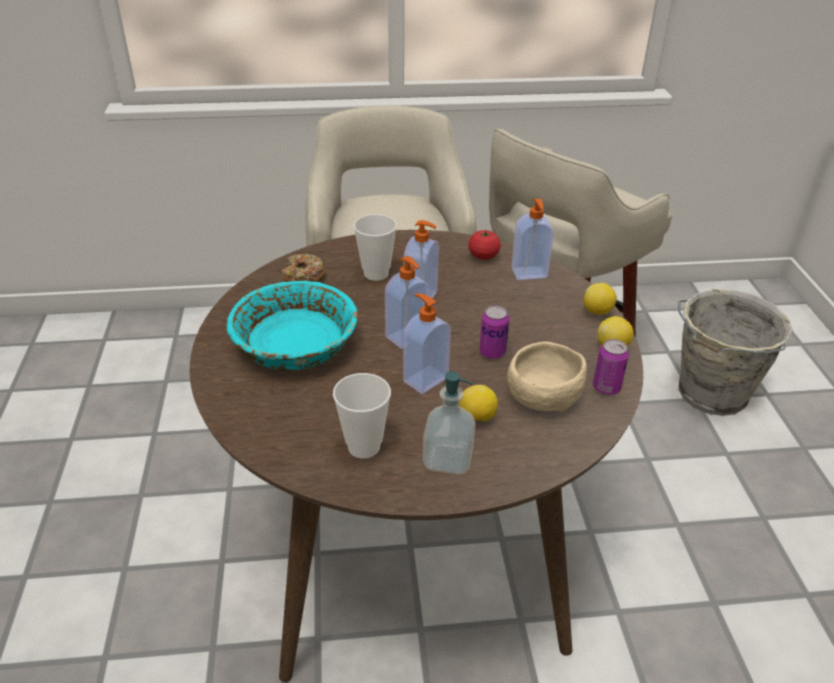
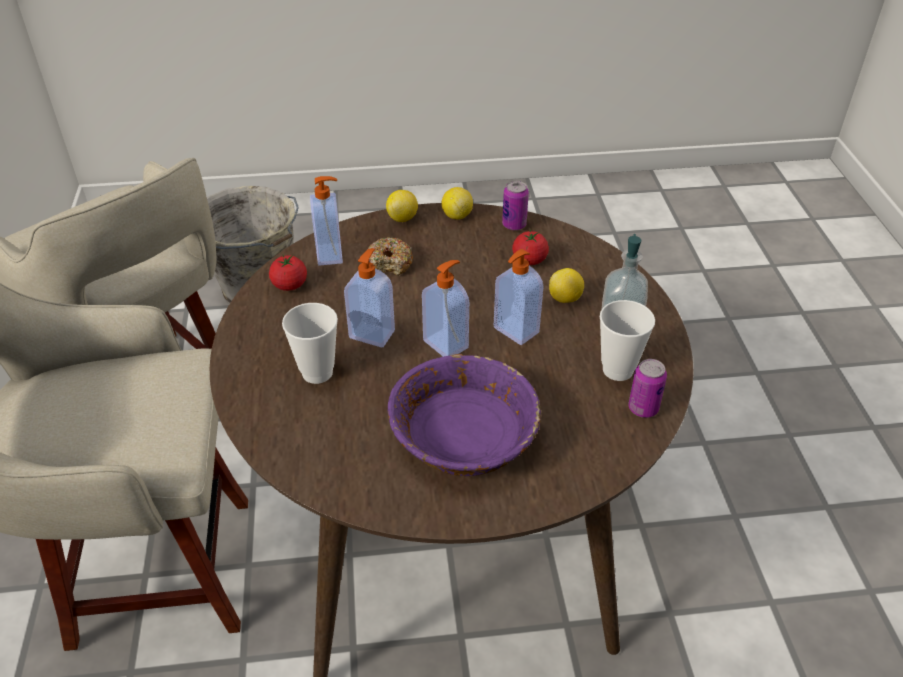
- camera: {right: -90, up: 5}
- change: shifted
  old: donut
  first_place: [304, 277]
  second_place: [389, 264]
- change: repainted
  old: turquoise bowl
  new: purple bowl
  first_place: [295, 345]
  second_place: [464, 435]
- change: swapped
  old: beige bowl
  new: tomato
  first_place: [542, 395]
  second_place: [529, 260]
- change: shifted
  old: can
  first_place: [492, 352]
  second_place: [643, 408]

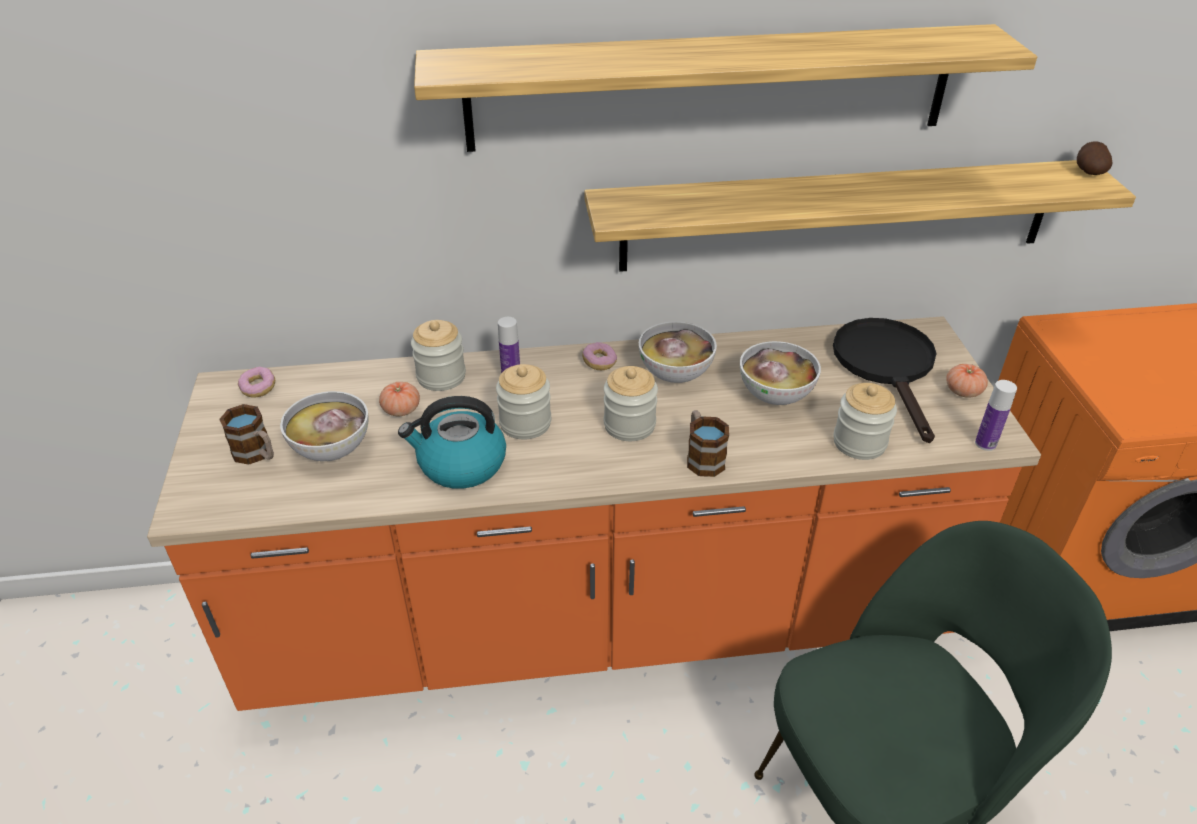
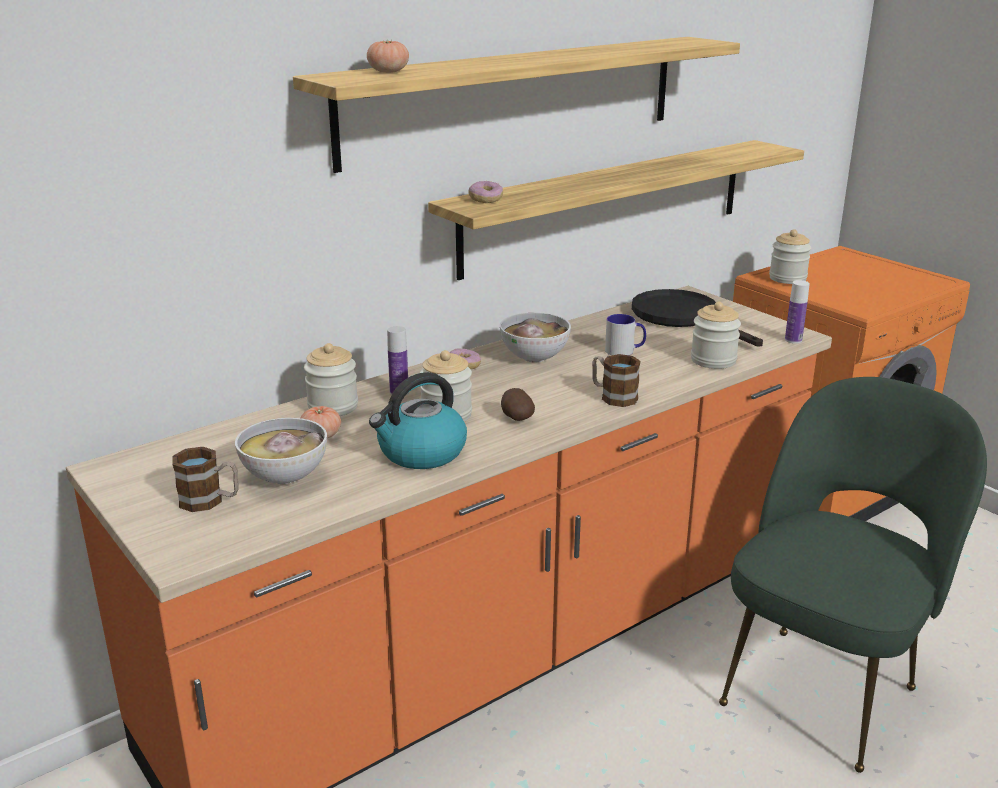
- camera: {right: -30, up: -15}
- change: shifted
  old: tomato
  first_place: [963, 391]
  second_place: [388, 71]
- change: shifted
  old: donut
  first_place: [258, 388]
  second_place: [485, 200]
- change: shifted
  old: potato
  first_place: [1088, 172]
  second_place: [516, 417]
- change: swapped
  old: bowl
  new: mug
  first_place: [776, 395]
  second_place: [625, 351]
- change: shifted
  old: jar
  first_place: [629, 425]
  second_place: [787, 278]

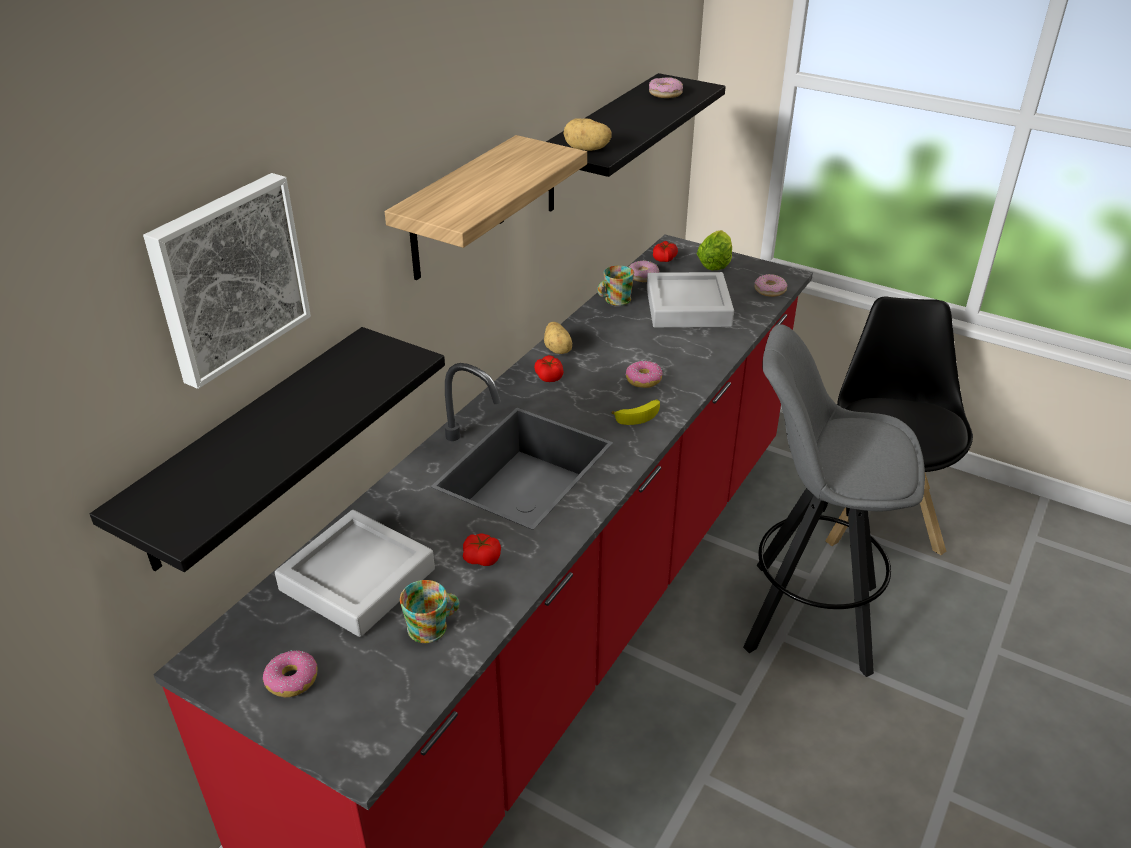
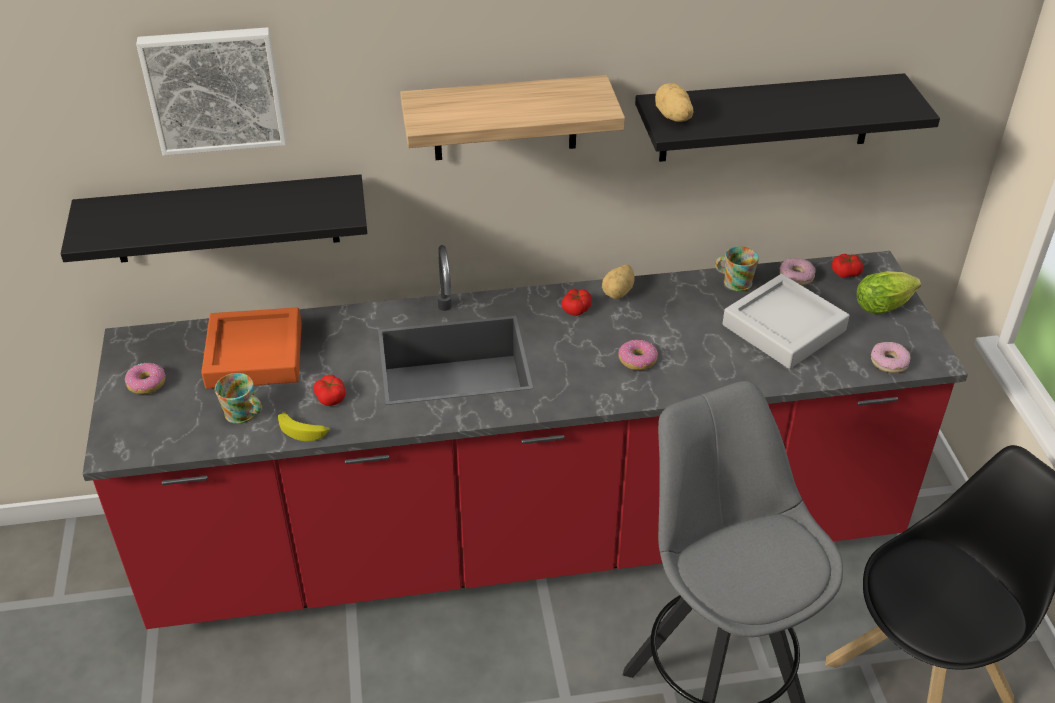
- camera: {right: 50, up: 5}
- change: repainted
  old: grey tray
  new: orange tray
  first_place: [357, 579]
  second_place: [254, 355]
- change: shifted
  old: banana
  first_place: [638, 415]
  second_place: [304, 430]
- change: gone
  old: donut
  first_place: [665, 93]

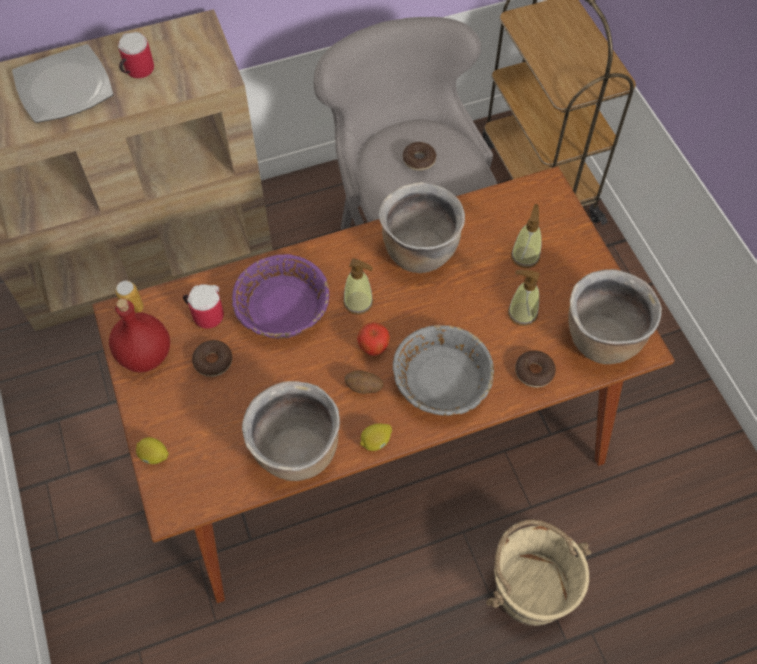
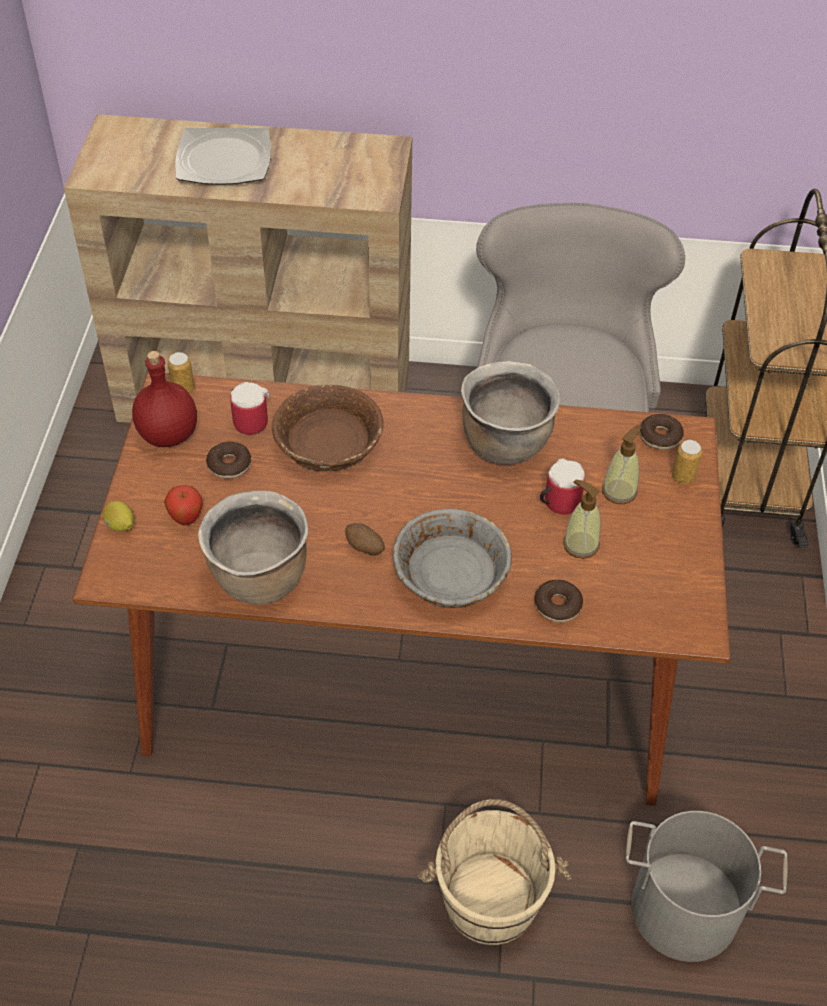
- camera: {right: 25, up: -10}
- change: shifted
  old: apple
  first_place: [373, 348]
  second_place: [186, 519]
- change: repainted
  old: purple bowl
  new: brown bowl
  first_place: [283, 308]
  second_place: [328, 444]
- change: shifted
  old: mug
  first_place: [136, 71]
  second_place: [557, 502]
- change: new
  new: grey bucket
  second_place: [684, 911]
- change: shifted
  old: donut
  first_place: [419, 160]
  second_place: [660, 437]
- change: new
  new: can
  second_place: [683, 477]
- change: gone
  old: soap dispenser
  first_place: [358, 302]
- change: gone
  old: lemon
  first_place: [376, 442]
- change: gone
  old: brown cooking pot
  first_place: [601, 339]

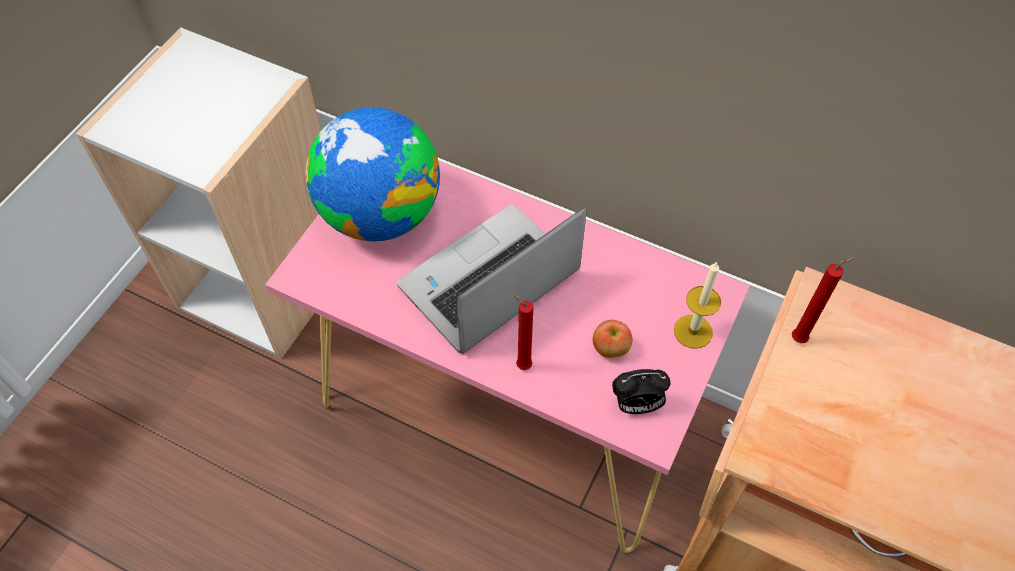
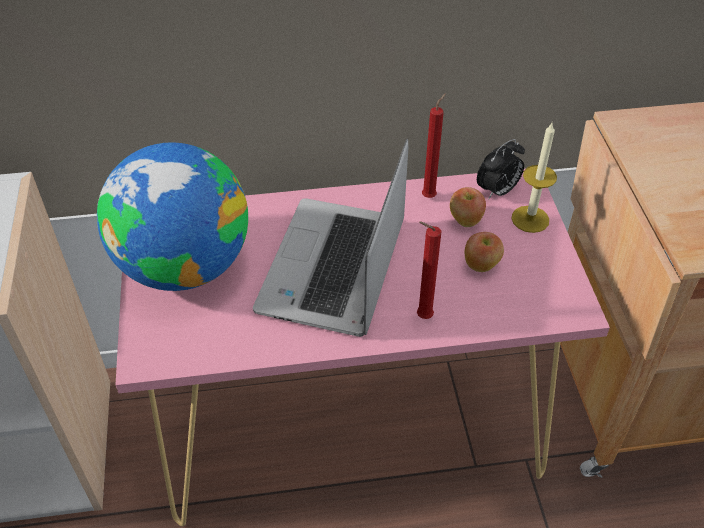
- camera: {right: -35, up: -10}
- change: shifted
  old: red candle
  first_place: [801, 338]
  second_place: [430, 196]
- change: new
  new: apple
  second_place: [465, 220]
- change: shifted
  old: alarm clock
  first_place: [636, 405]
  second_place: [497, 191]

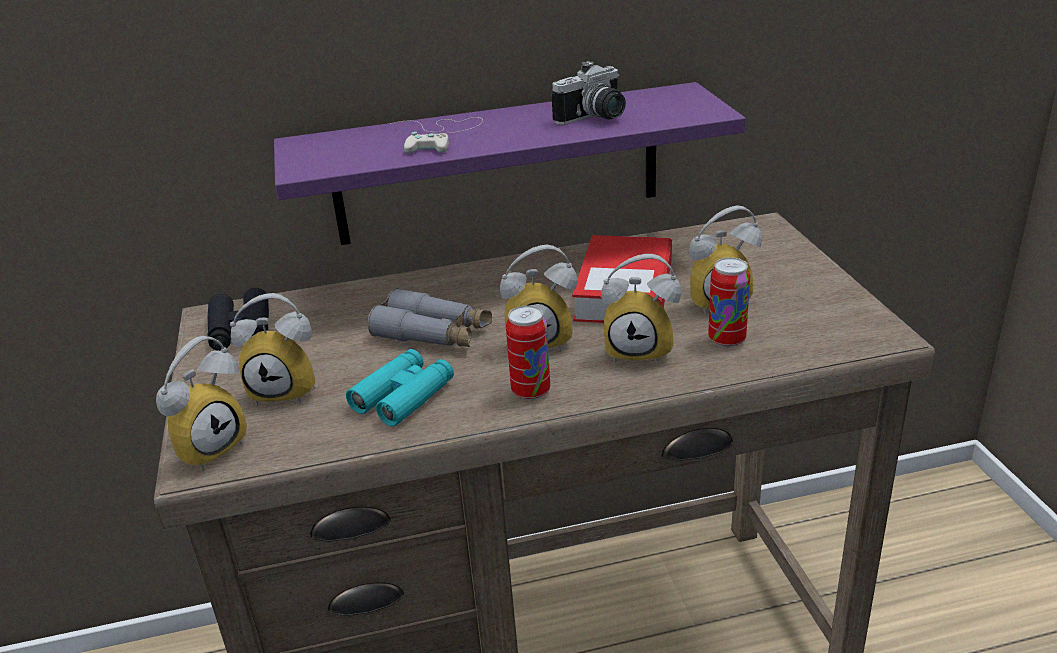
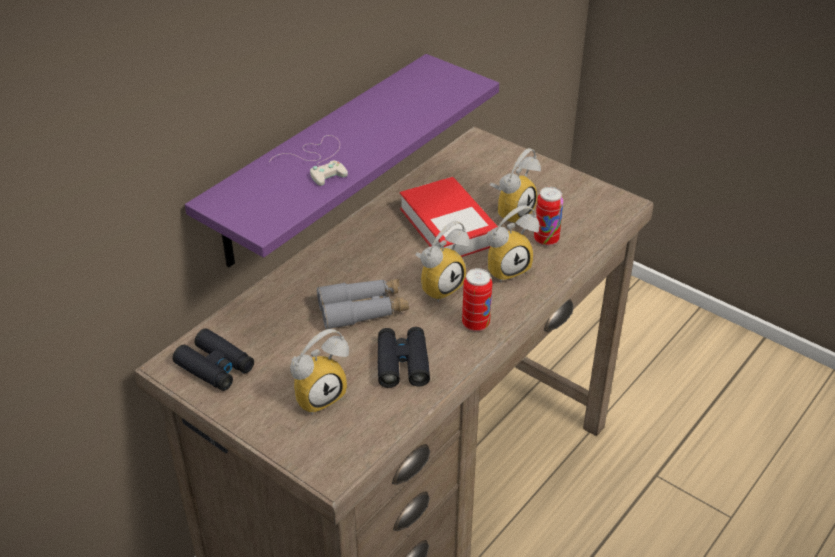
- camera: {right: -40, up: 10}
- change: repainted
  old: turquoise binoculars
  new: black binoculars
  first_place: [403, 396]
  second_place: [402, 363]
- change: gone
  old: alarm clock
  first_place: [209, 446]
- change: gone
  old: photo camera
  first_place: [596, 118]

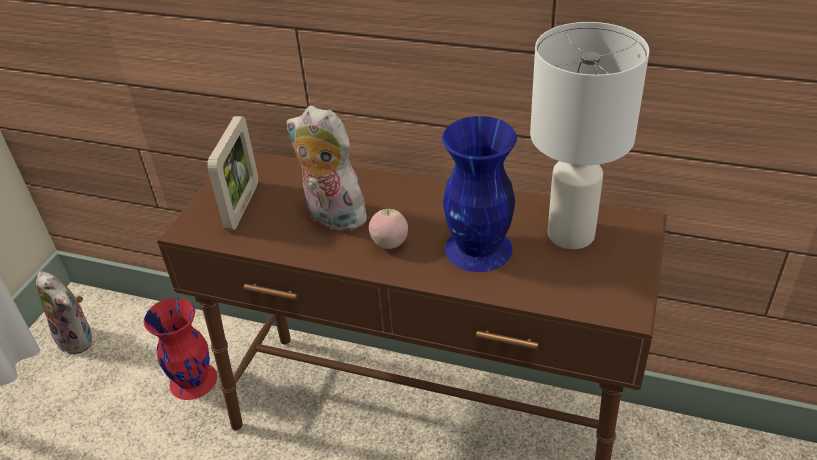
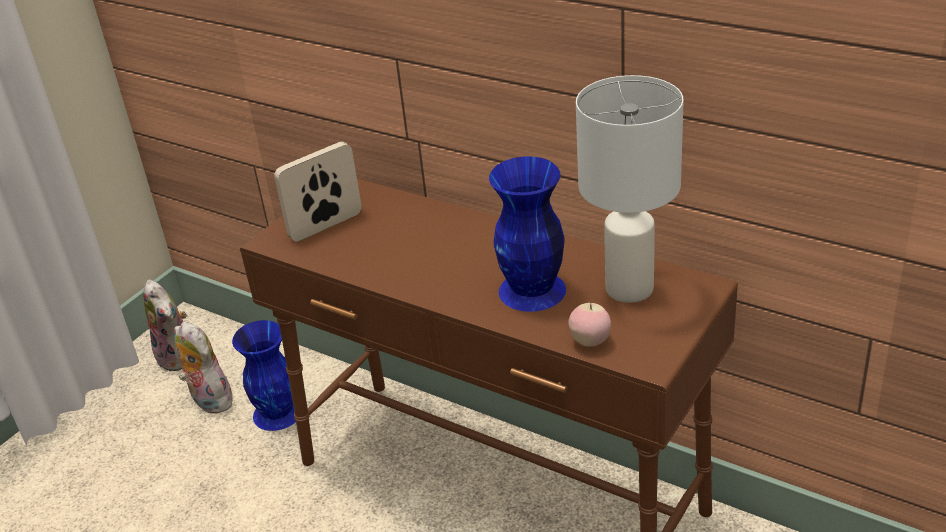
- camera: {right: 15, up: -5}
- change: shifted
  old: plush toy
  first_place: [331, 217]
  second_place: [208, 400]
- change: repainted
  old: red vase
  new: blue vase
  first_place: [193, 379]
  second_place: [278, 412]
- change: rotated
  old: picture frame
  first_place: [242, 206]
  second_place: [326, 226]
  degrees: -150
- change: shifted
  old: apple
  first_place: [390, 244]
  second_place: [590, 342]

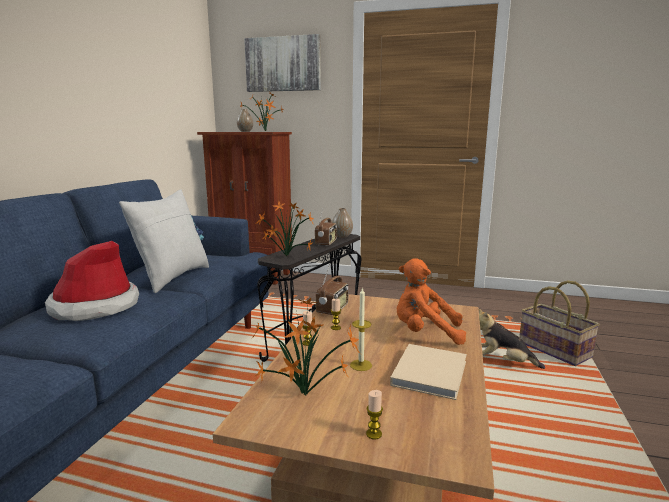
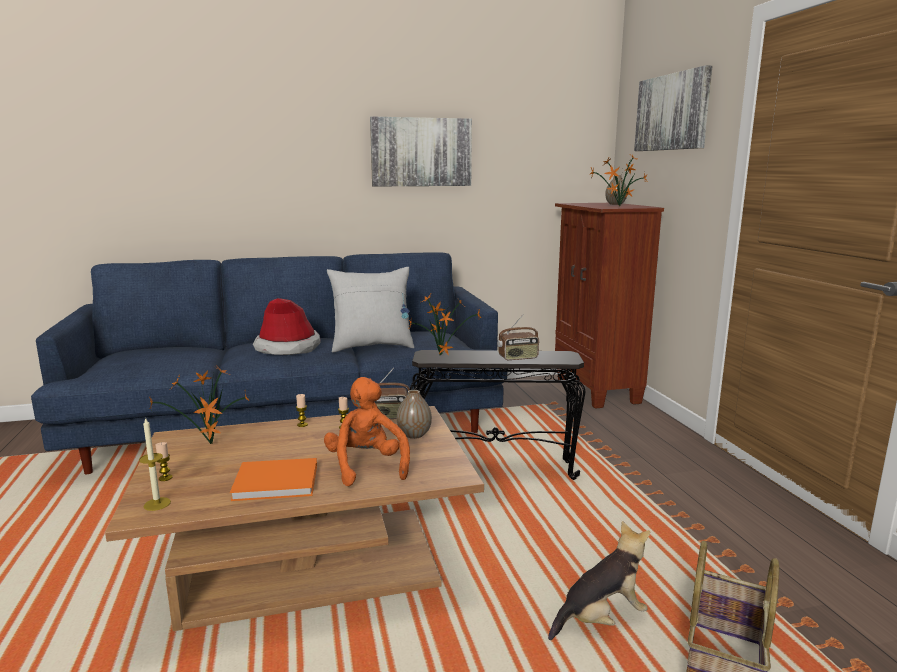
- camera: {right: 60, up: 0}
- change: shifted
  old: candle
  first_place: [361, 365]
  second_place: [157, 504]
- change: repainted
  old: beige book
  new: orange book
  first_place: [430, 371]
  second_place: [279, 482]
- change: new
  new: picture
  second_place: [421, 152]
- change: shifted
  old: vase
  first_place: [342, 236]
  second_place: [414, 435]
- change: rotated
  old: plush toy
  first_place: [502, 362]
  second_place: [601, 618]
  degrees: 75

